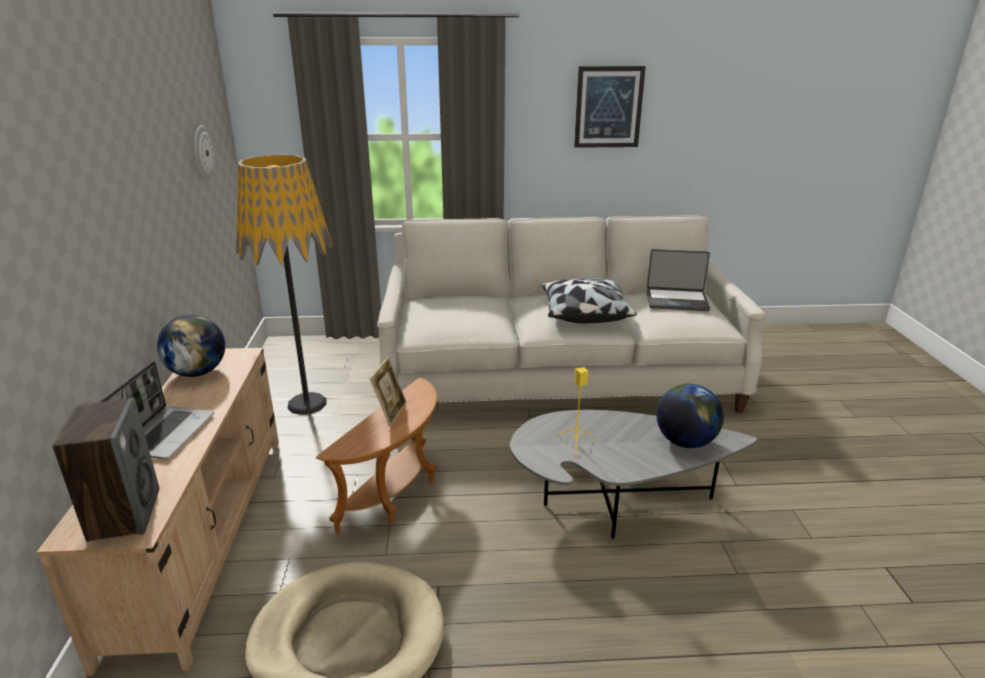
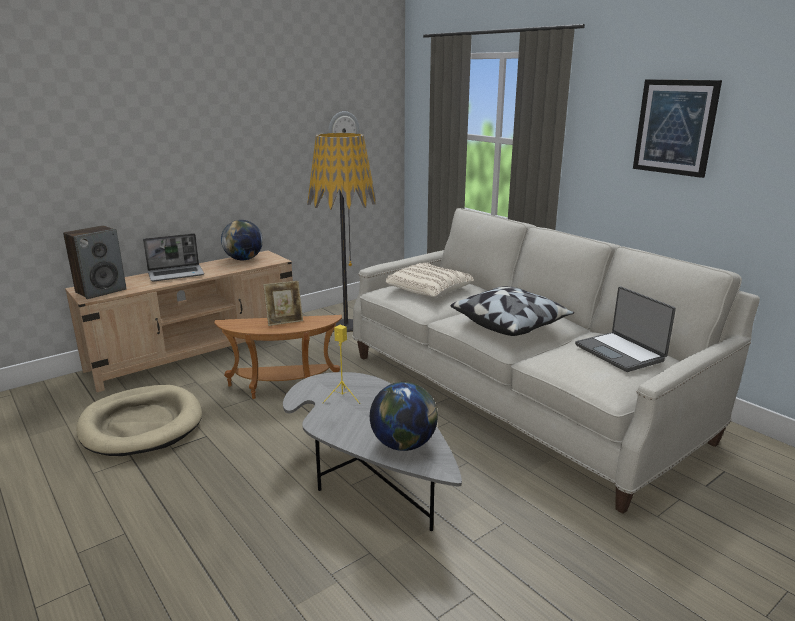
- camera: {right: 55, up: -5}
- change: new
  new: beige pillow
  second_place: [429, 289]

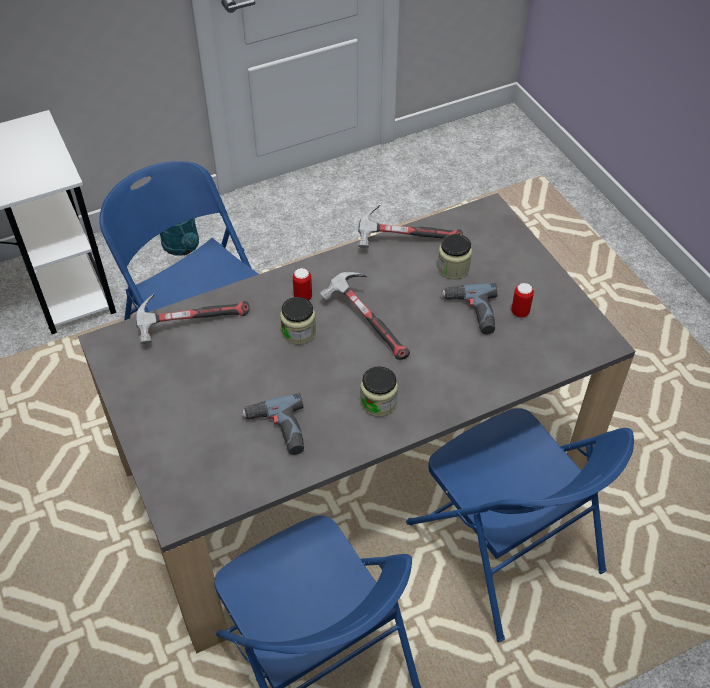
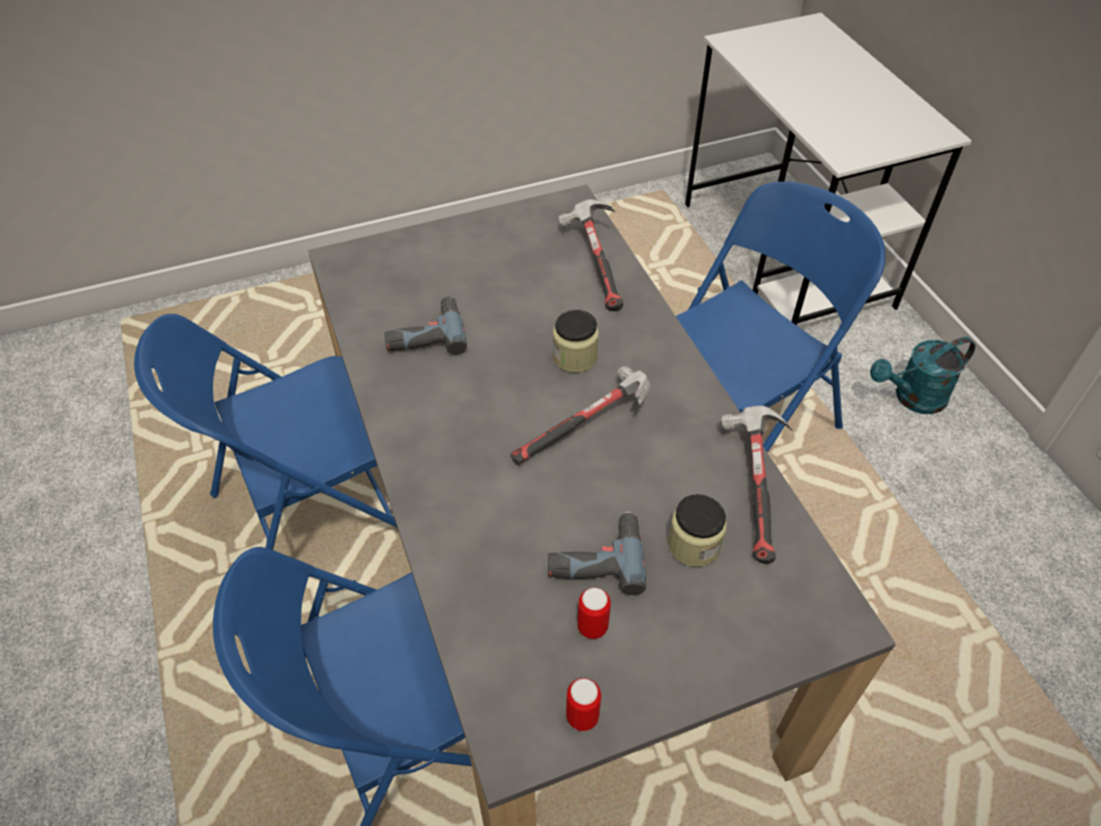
- camera: {right: 95, up: 0}
- change: shifted
  old: can
  first_place: [303, 297]
  second_place: [582, 716]
- change: gone
  old: jar
  first_place: [378, 402]

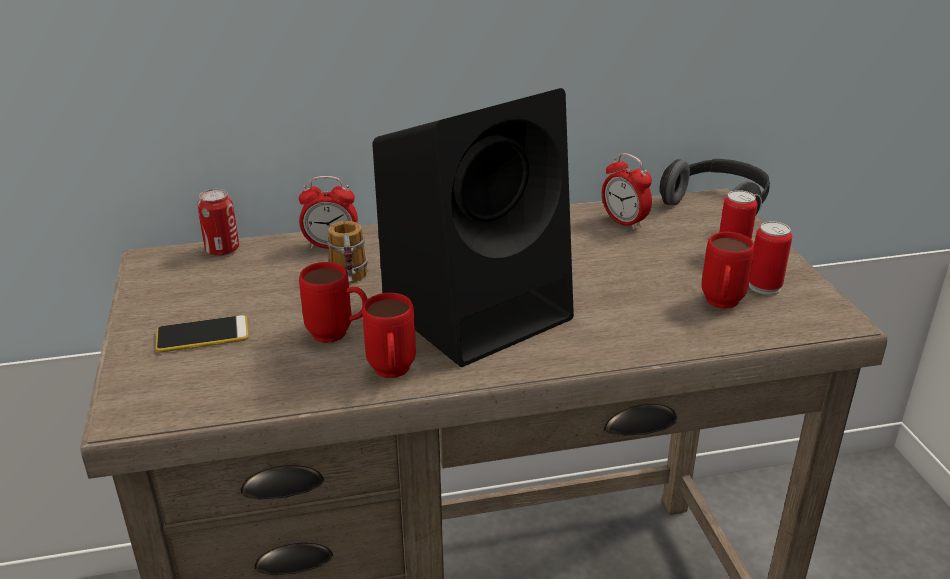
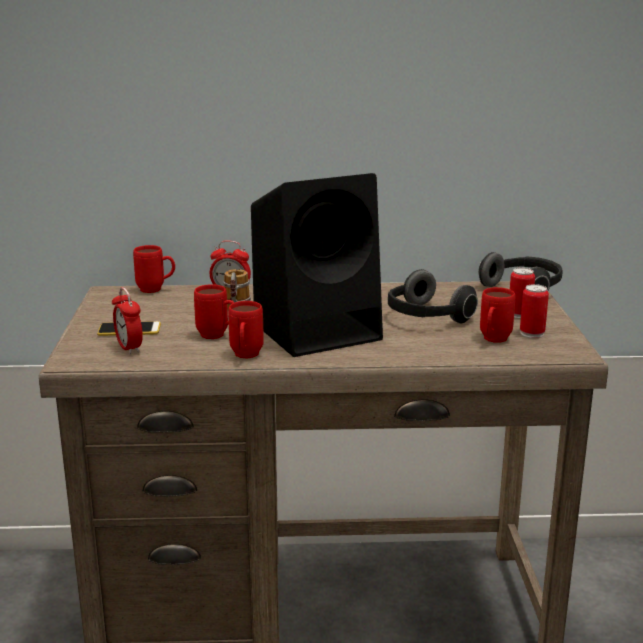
- camera: {right: 10, up: -10}
- change: shifted
  old: alarm clock
  first_place: [624, 222]
  second_place: [129, 348]
- change: swapped
  old: can
  new: red mug
  first_place: [222, 250]
  second_place: [156, 290]
- change: new
  new: headphones
  second_place: [426, 317]

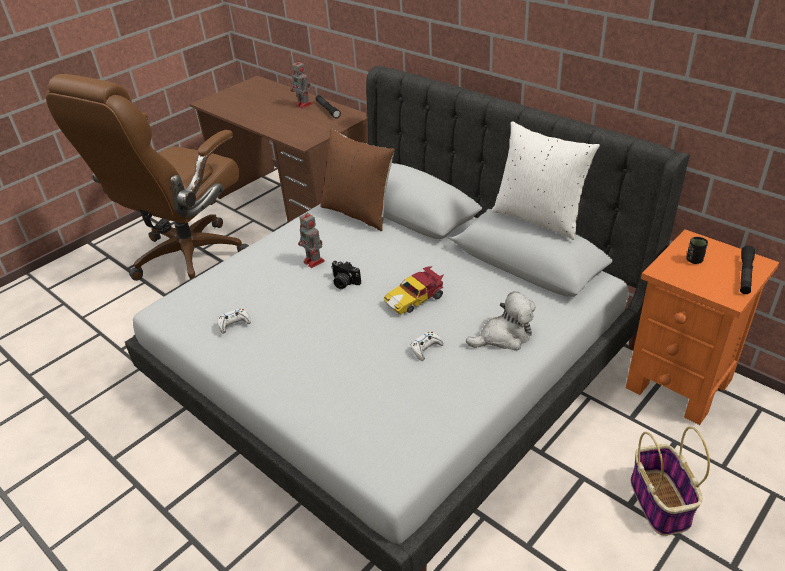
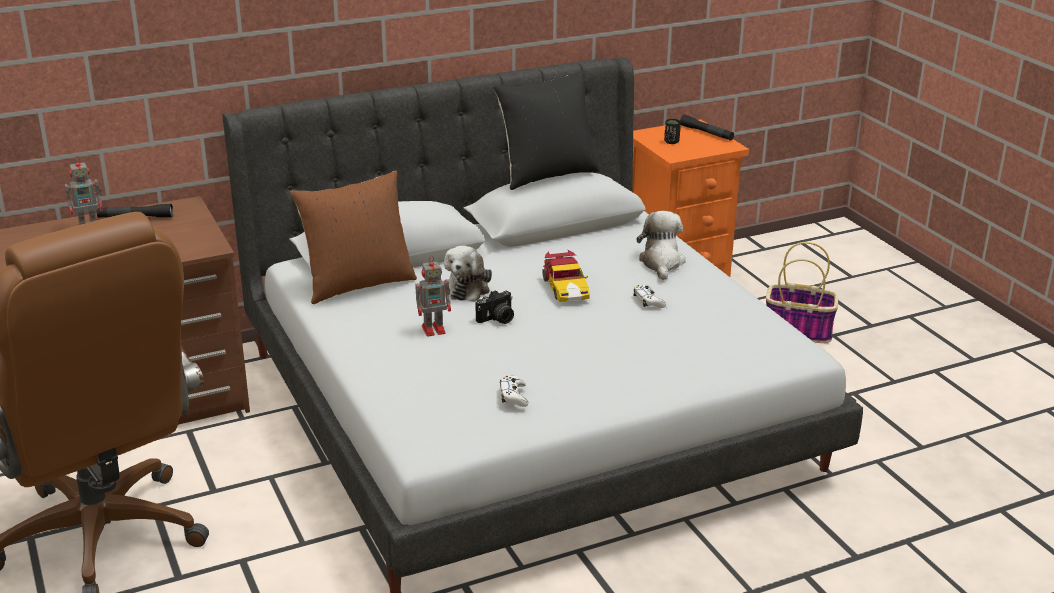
- camera: {right: -70, up: -10}
- change: new
  new: plush toy
  second_place: [468, 287]
- change: repainted
  old: white pillow
  new: black pillow
  first_place: [539, 218]
  second_place: [547, 174]

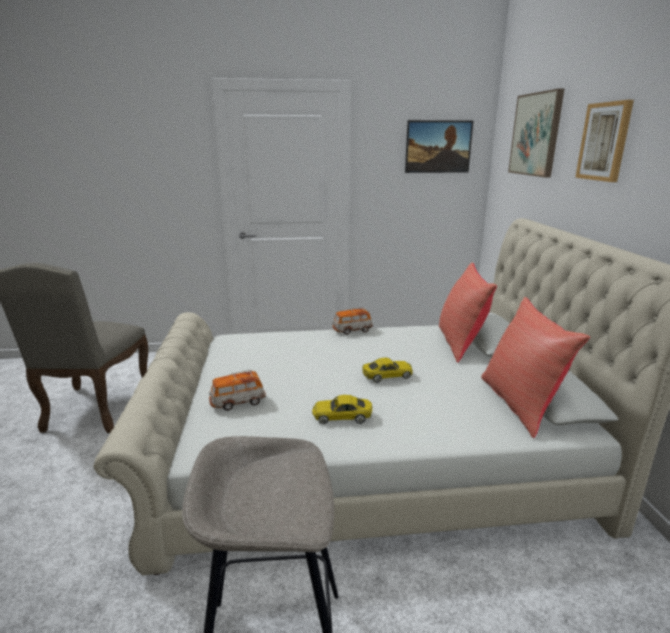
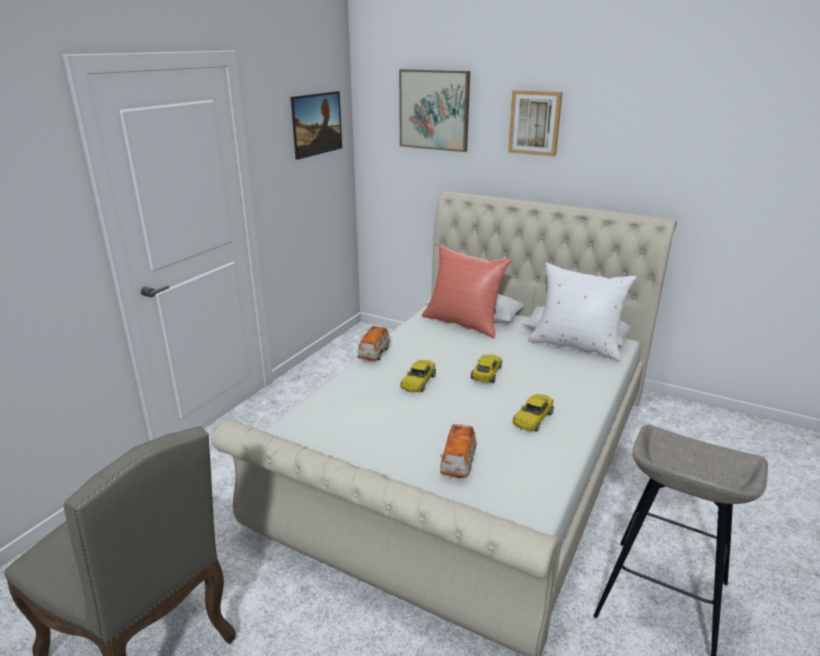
- camera: {right: -55, up: 5}
- change: new
  new: yellow toy car
  second_place: [418, 381]
- change: repainted
  old: red pillow
  new: white pillow
  first_place: [520, 404]
  second_place: [576, 346]

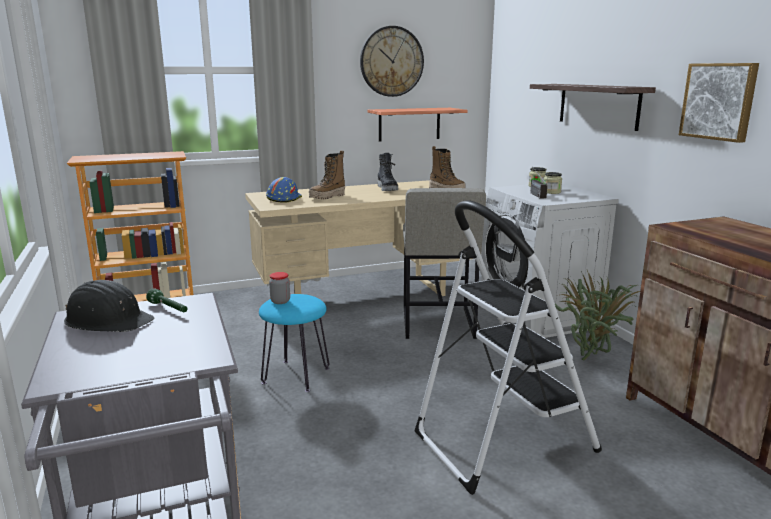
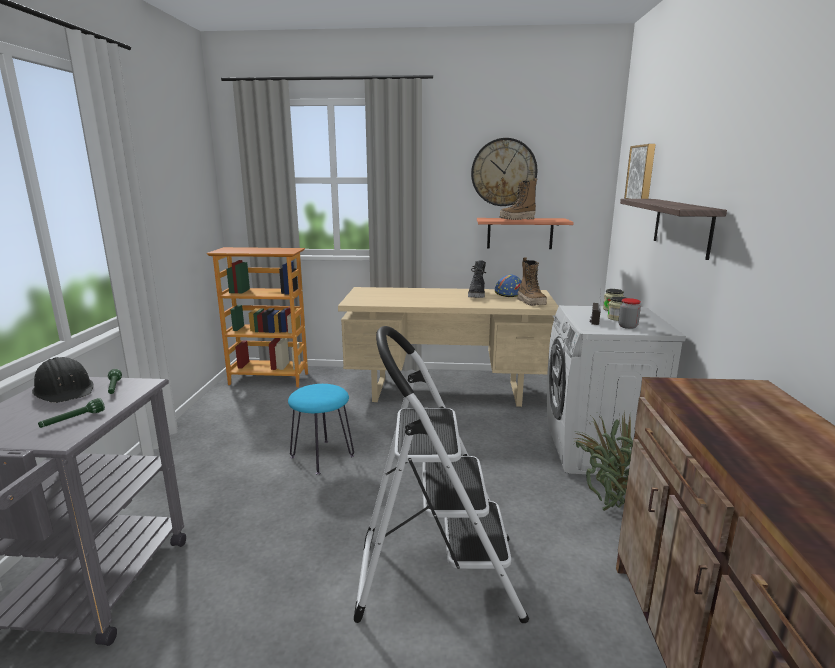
- camera: {right: 25, up: 0}
- change: new
  new: green flashlight
  second_place: [73, 420]
- change: shifted
  old: blue hard hat
  first_place: [283, 199]
  second_place: [509, 293]
- change: shifted
  old: boot
  first_place: [327, 197]
  second_place: [517, 219]
- change: shifted
  old: jar
  first_place: [280, 301]
  second_place: [627, 326]
- change: shifted
  old: picture
  first_place: [719, 101]
  second_place: [642, 173]
- change: gone
  old: grey chair
  first_place: [438, 323]

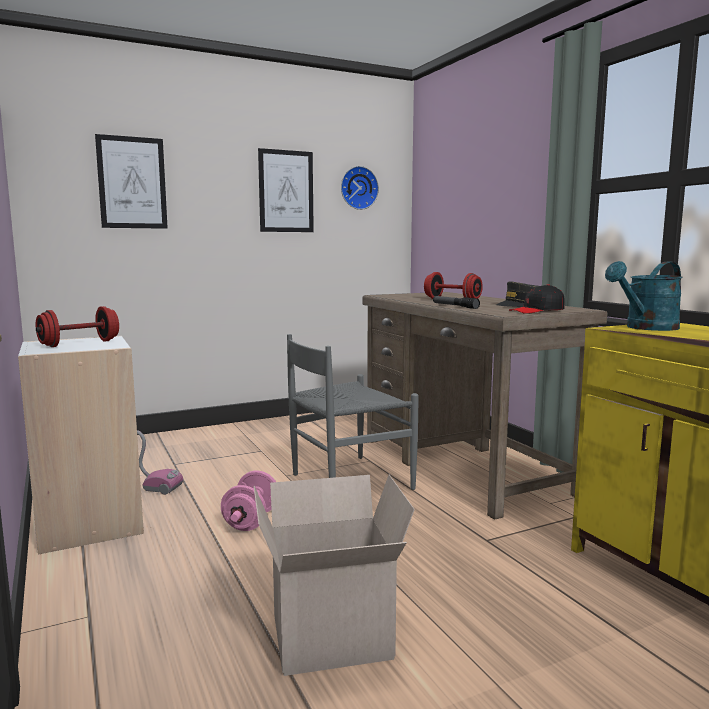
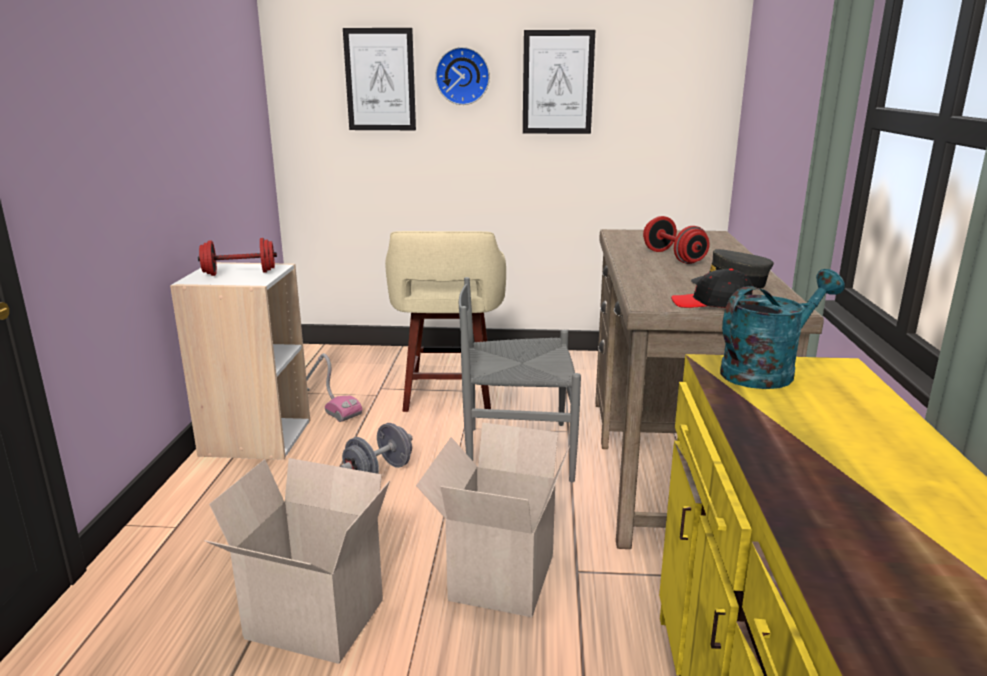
- camera: {right: 30, up: 10}
- change: repainted
  old: pink dumbbell
  new: grey dumbbell
  first_place: [251, 521]
  second_place: [379, 473]
- change: new
  new: beige stool
  second_place: [449, 396]
- change: new
  new: cardboard box
  second_place: [499, 575]
- change: shifted
  old: wall clock
  first_place: [358, 188]
  second_place: [462, 76]
- change: rotated
  old: turquoise watering can
  first_place: [646, 328]
  second_place: [766, 371]
  degrees: 150
- change: gone
  old: flashlight
  first_place: [454, 306]

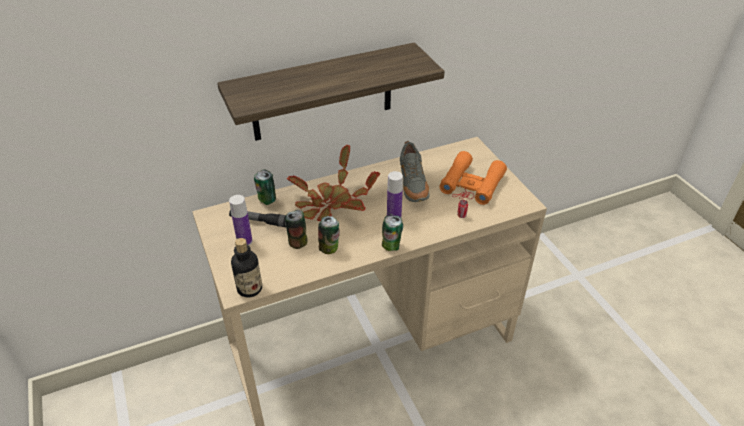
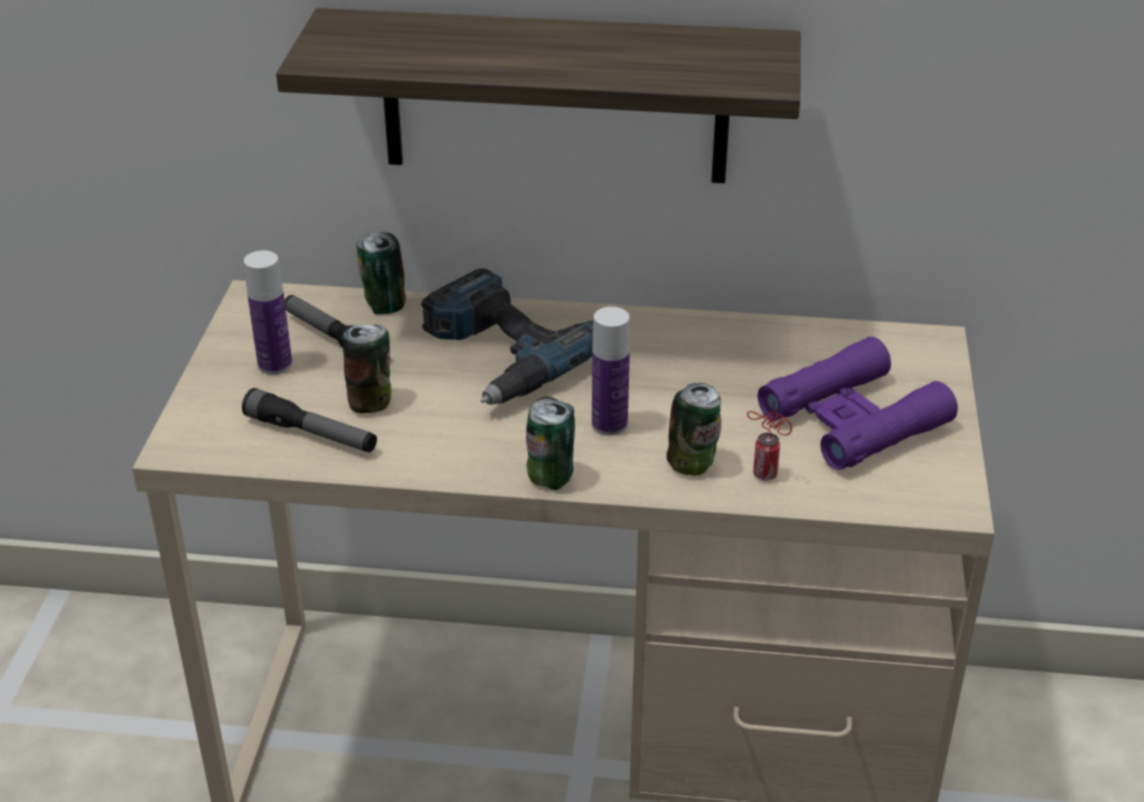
- camera: {right: 30, up: -5}
- change: new
  new: flashlight
  second_place: [311, 434]
- change: swapped
  old: potted plant
  new: power drill
  first_place: [330, 204]
  second_place: [499, 355]
- change: shifted
  old: can
  first_place: [330, 248]
  second_place: [693, 464]
- change: repainted
  old: orange binoculars
  new: purple binoculars
  first_place: [472, 184]
  second_place: [853, 419]
- change: gone
  old: bottle
  first_place: [249, 288]
- change: gone
  old: grey shoe
  first_place: [412, 187]

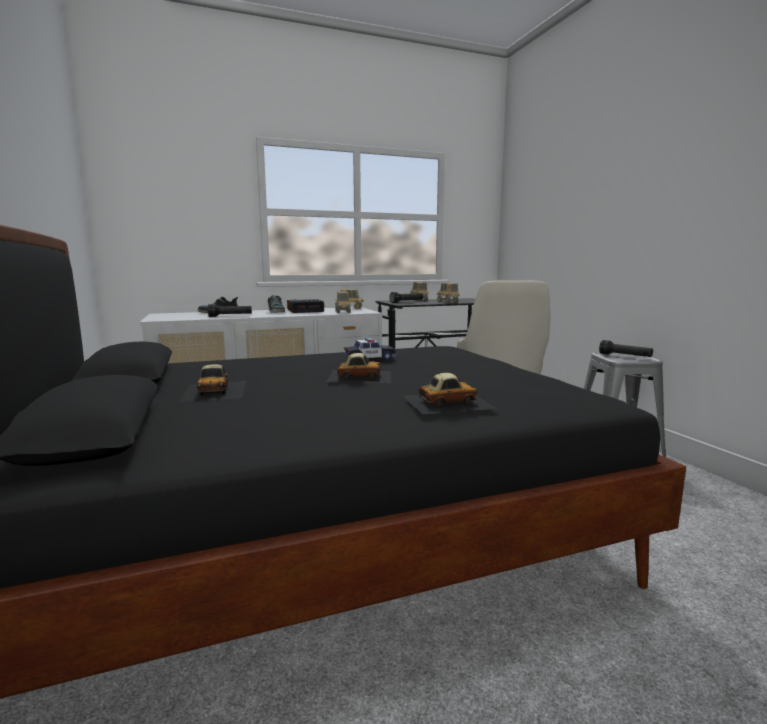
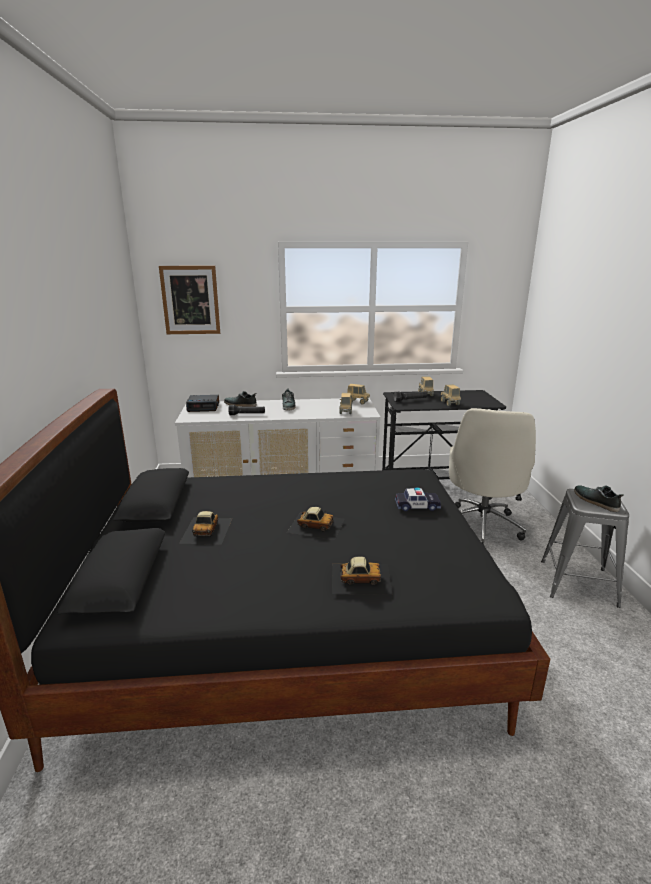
- camera: {right: 15, up: 10}
- change: new
  new: picture
  second_place: [190, 300]
- change: shifted
  old: alarm clock
  first_place: [305, 311]
  second_place: [204, 407]
- change: shifted
  old: toy car
  first_place: [370, 358]
  second_place: [417, 506]
- change: swapped
  old: black flashlight
  new: shoe
  first_place: [625, 356]
  second_place: [595, 501]

